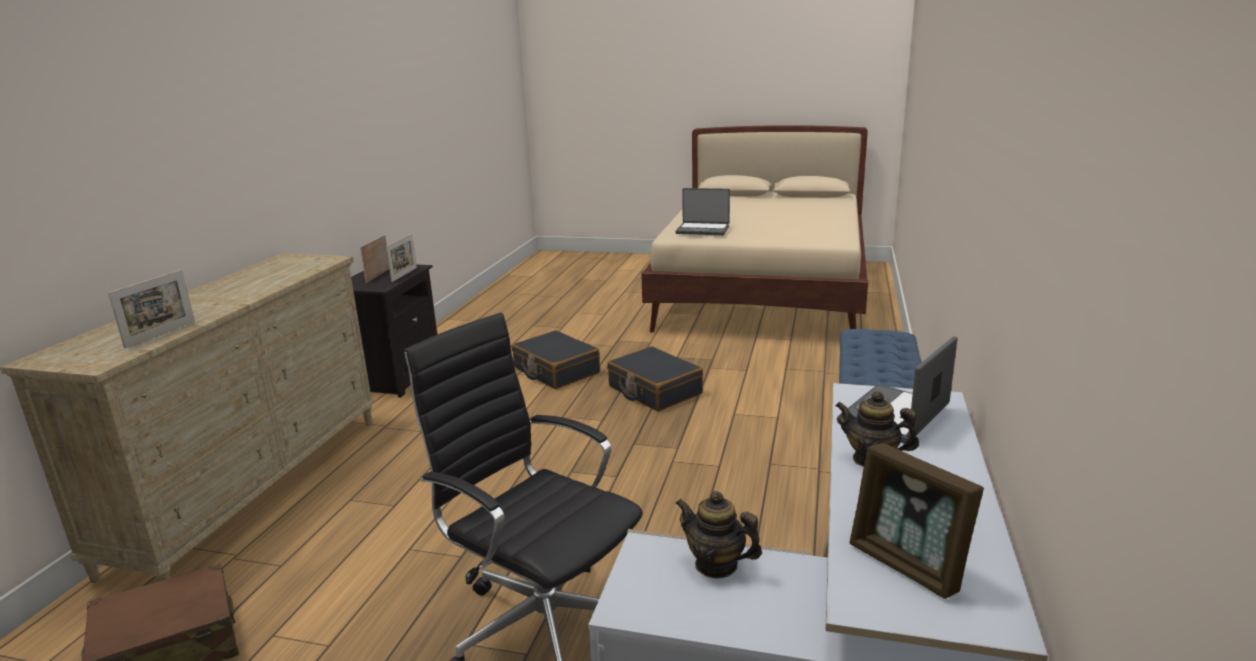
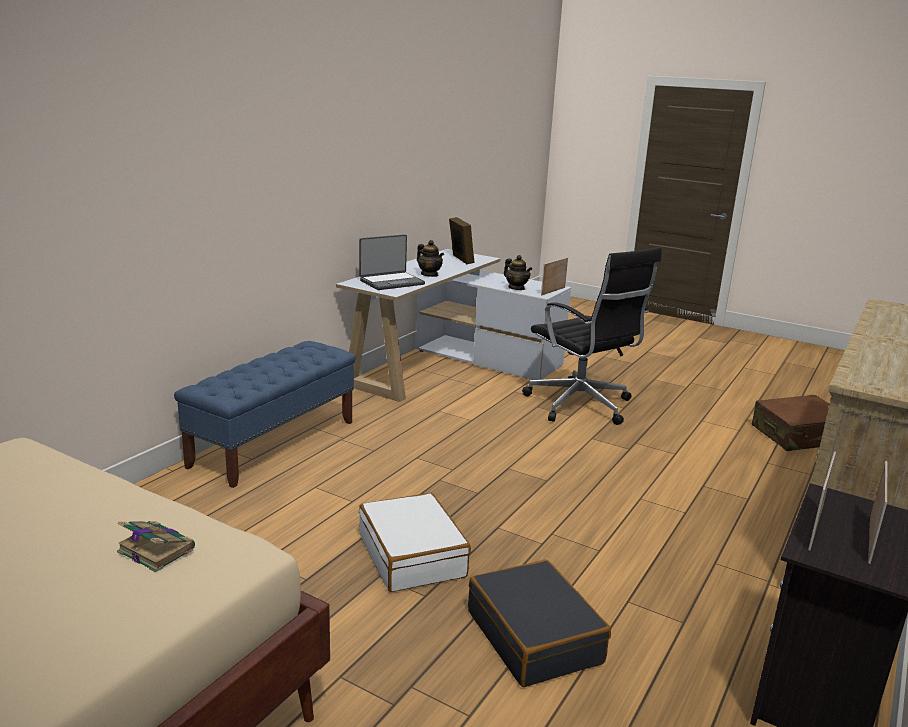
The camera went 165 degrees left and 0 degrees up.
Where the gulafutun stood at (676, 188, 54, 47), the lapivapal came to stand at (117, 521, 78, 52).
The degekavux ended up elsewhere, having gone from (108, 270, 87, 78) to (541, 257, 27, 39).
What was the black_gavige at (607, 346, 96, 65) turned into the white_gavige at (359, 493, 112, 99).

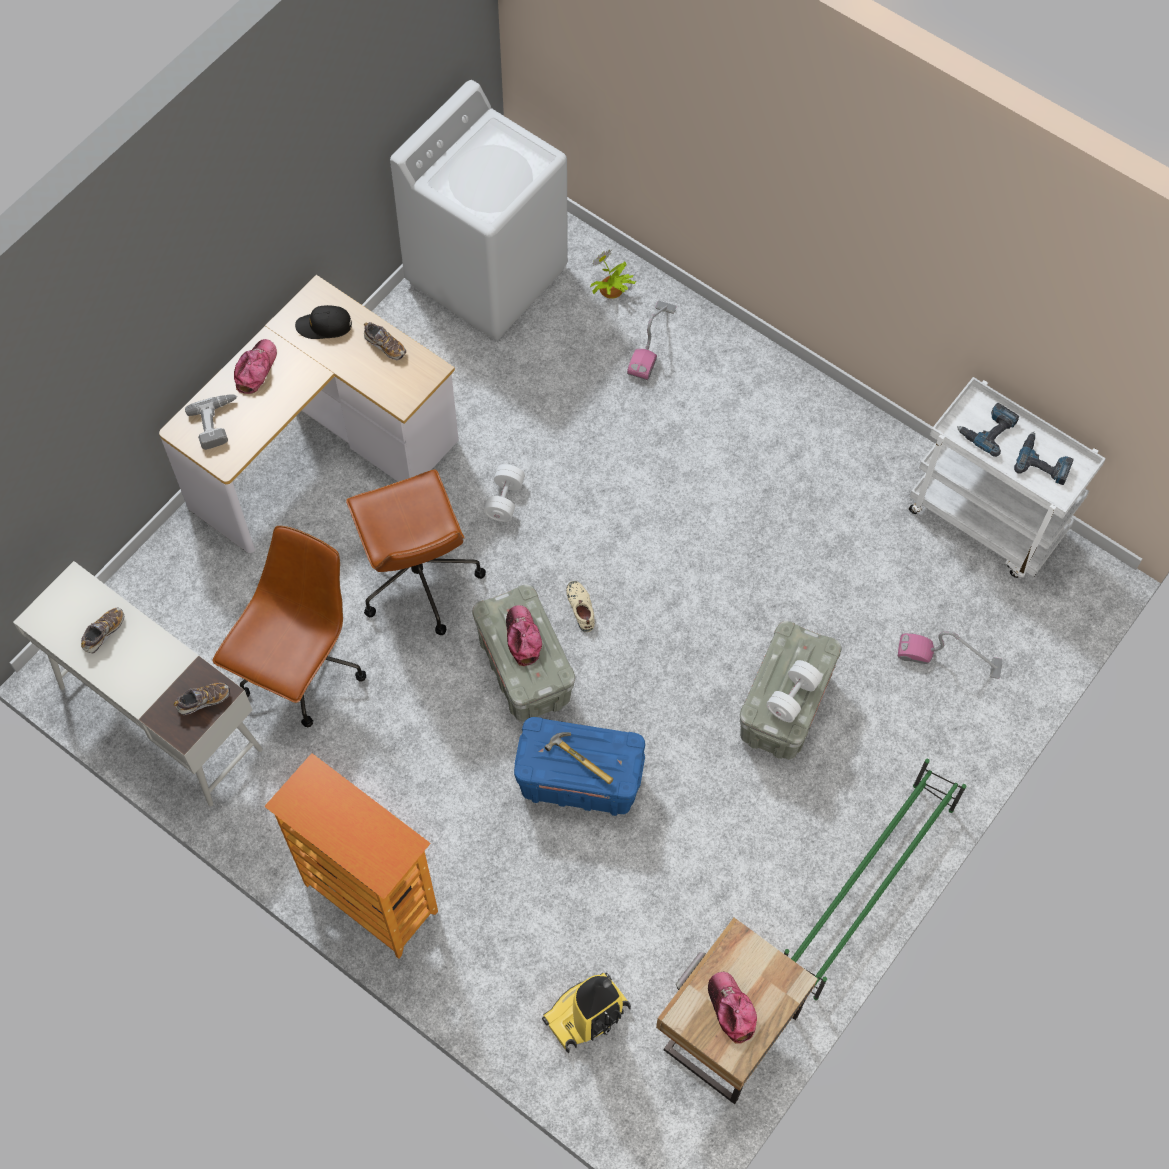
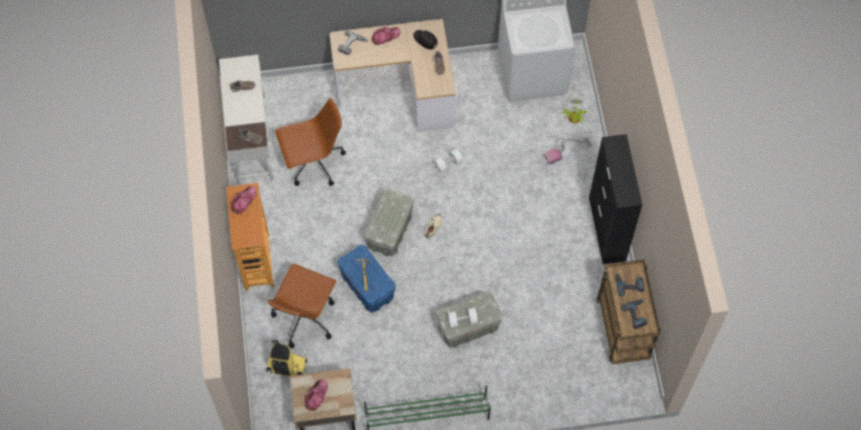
The camera went 45 degrees right and 0 degrees up.
What was the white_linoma at (909, 377, 197, 201) turned into the brown_linoma at (596, 260, 65, 104).
The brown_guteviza ended up elsewhere, having gone from (346, 469, 140, 166) to (268, 263, 69, 85).
The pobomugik ended up elsewhere, having gone from (506, 605, 36, 61) to (231, 186, 26, 28).
The second view lost the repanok at (898, 631, 105, 48).
The second view gained the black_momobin at (589, 134, 54, 130).

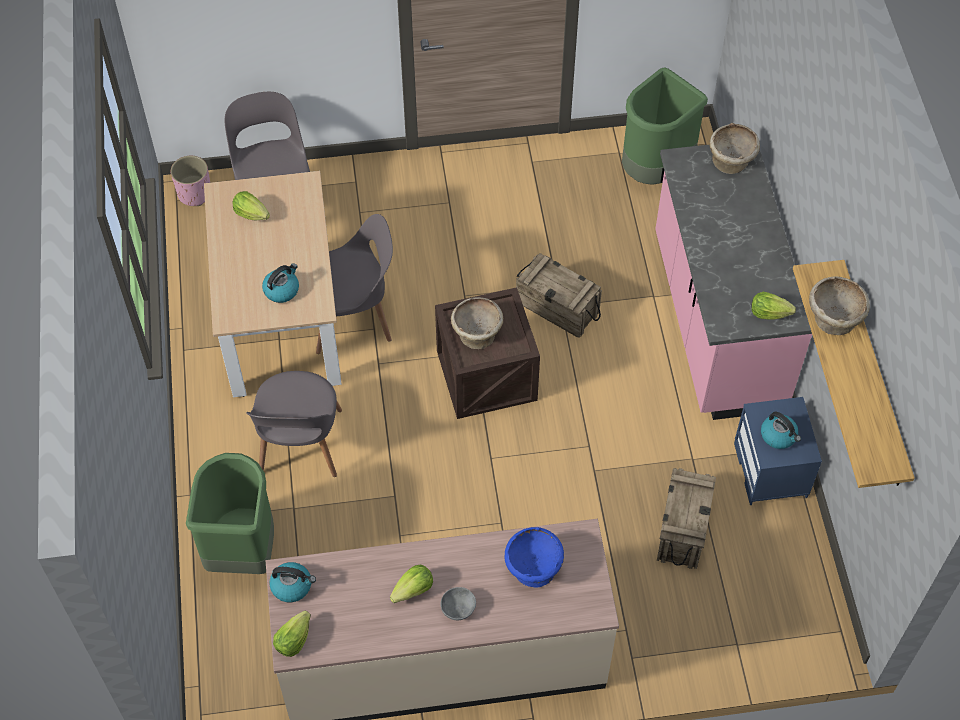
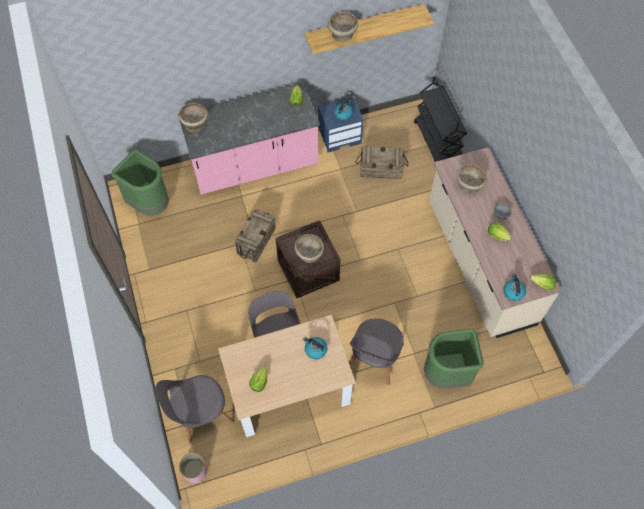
The camera went 100 degrees left and 5 degrees up.
The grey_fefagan at (246, 371, 96, 106) ended up facing another way, 120 degrees clockwise from before.
What was the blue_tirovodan at (505, 527, 59, 60) turned into the beige_tirovodan at (456, 164, 31, 30).
The second view gained the black_linoma at (414, 76, 53, 86).

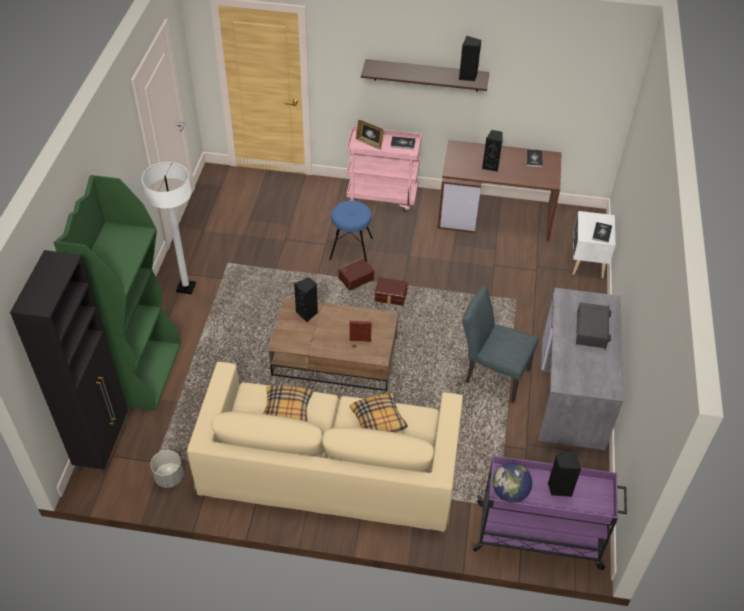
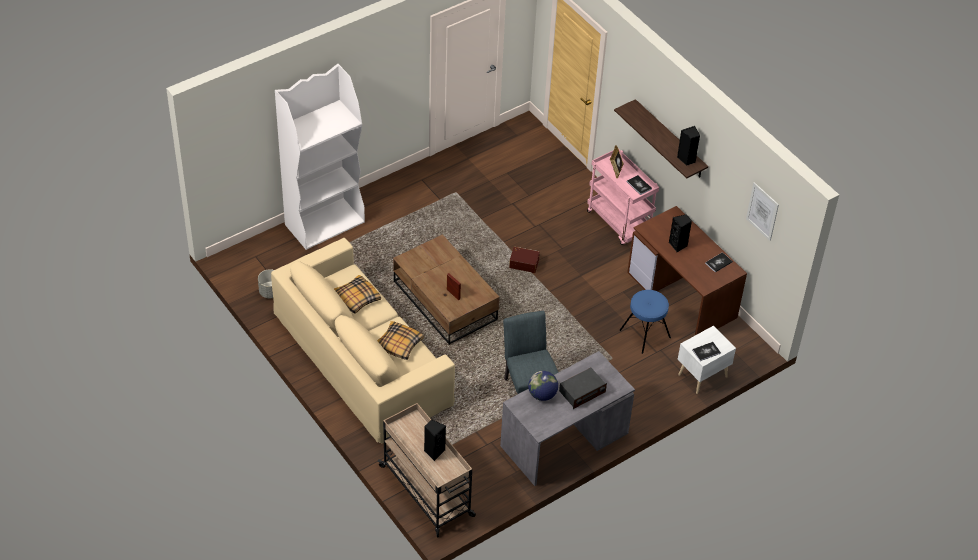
The camera went 45 degrees right and 0 degrees up.
The second view lost the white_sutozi at (142, 162, 54, 132).
What was the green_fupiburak at (54, 175, 127, 236) turned into the white_fupiburak at (275, 64, 90, 186).
The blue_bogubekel ended up elsewhere, having gone from (329, 201, 44, 61) to (619, 290, 52, 64).
The second view lost the black_momobin at (10, 250, 118, 226).
The second view lost the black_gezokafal at (294, 277, 24, 45).
The second view lost the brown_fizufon at (374, 277, 34, 29).
What was the purple_linoma at (472, 455, 155, 115) turned into the beige_linoma at (377, 403, 99, 134).
The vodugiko ended up elsewhere, having gone from (493, 463, 39, 40) to (528, 371, 30, 30).
The second view gained the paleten at (746, 182, 33, 59).

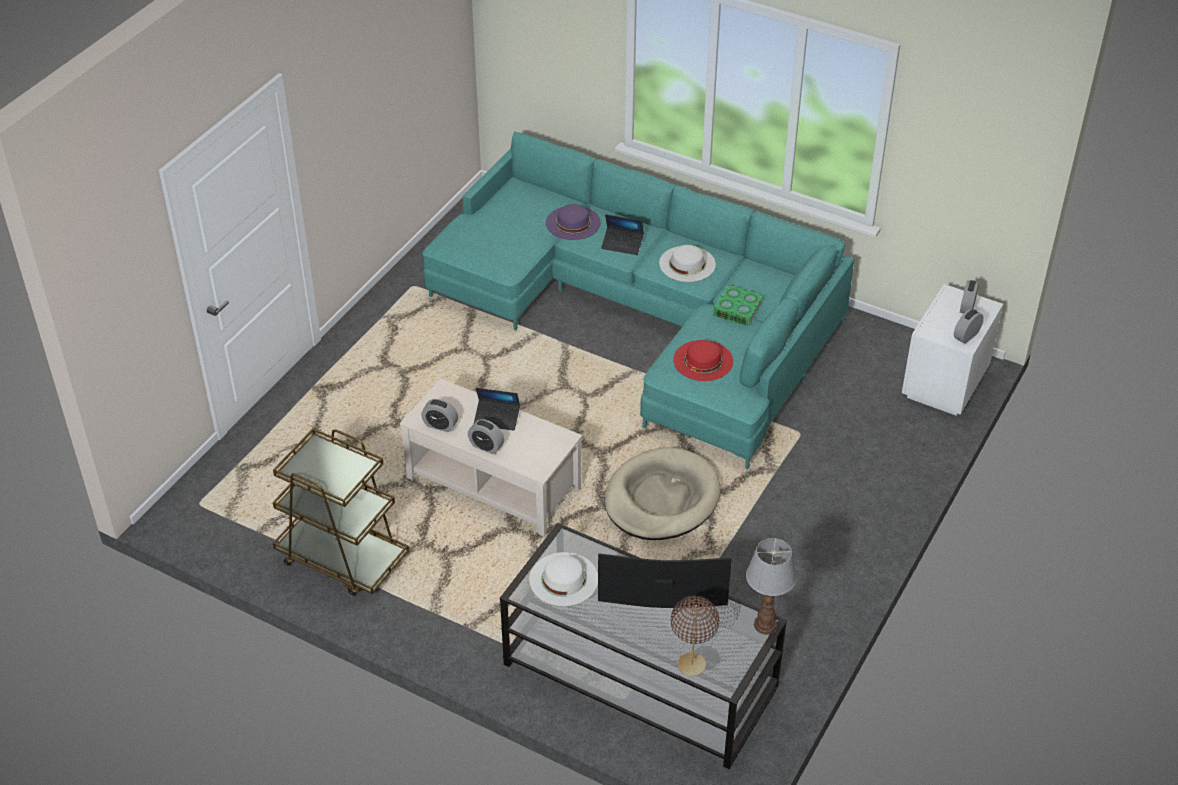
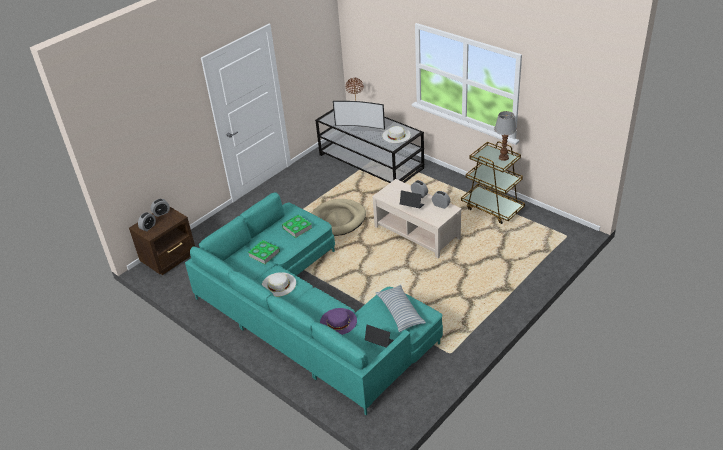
The camera went 165 degrees left and 5 degrees down.
The gulafutun ended up elsewhere, having gone from (601, 215, 43, 40) to (365, 325, 29, 22).
What was the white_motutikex at (902, 284, 101, 132) turned into the brown_motutikex at (129, 207, 66, 68).
Where the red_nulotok stood at (673, 340, 60, 41), the lapivapal came to stand at (282, 215, 30, 23).
The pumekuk ended up elsewhere, having gone from (746, 538, 51, 97) to (494, 111, 23, 50).
The second view gained the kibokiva at (376, 285, 50, 47).

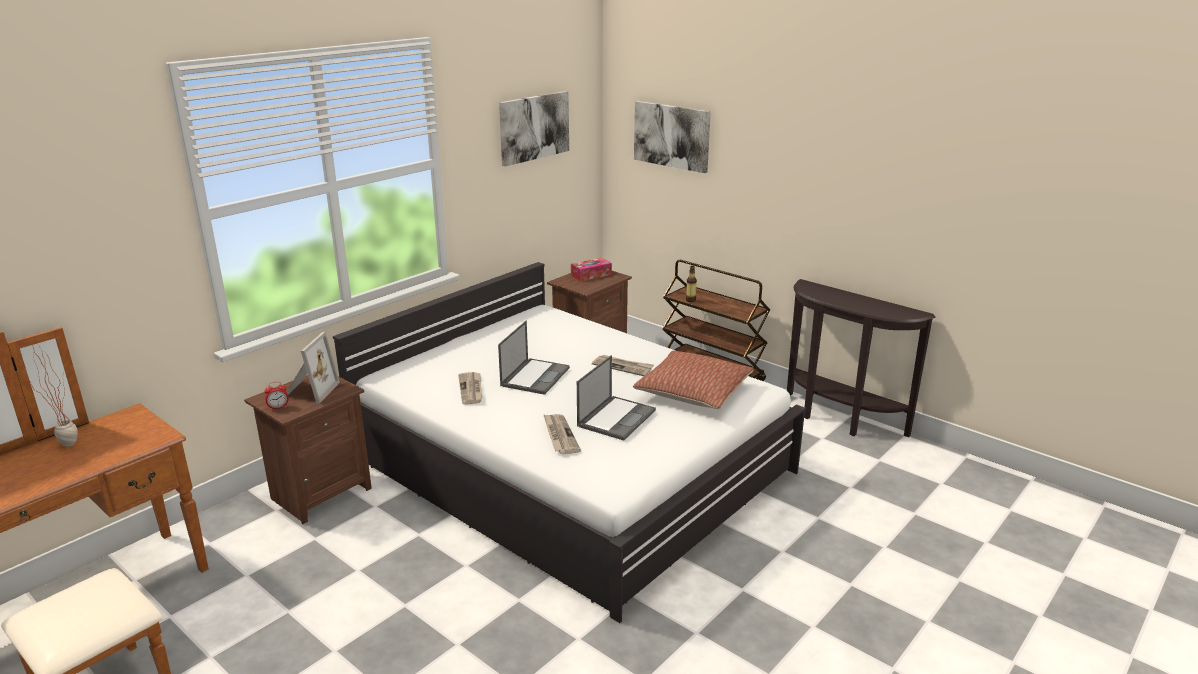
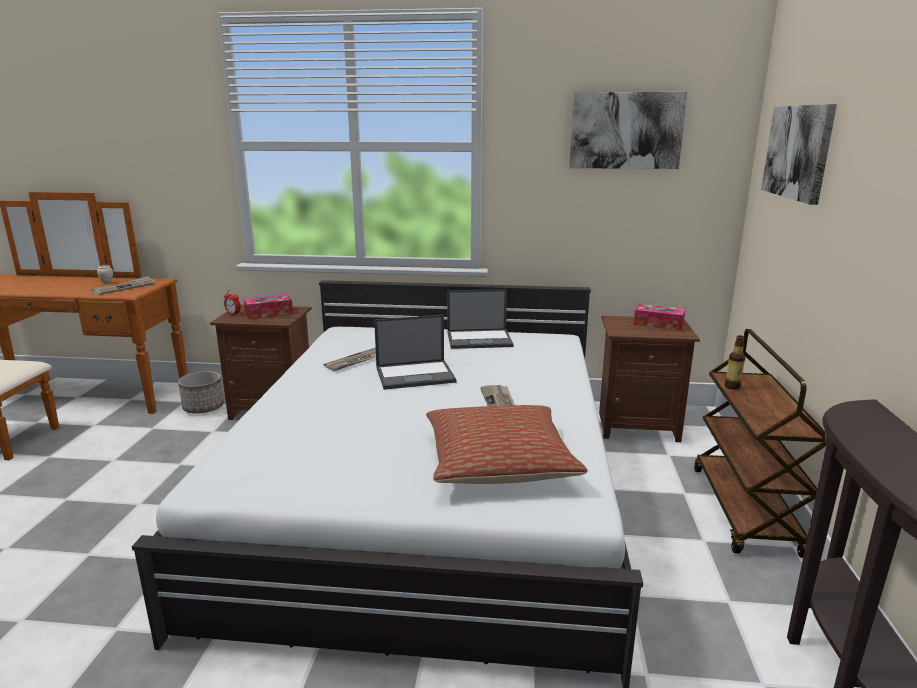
The camera went 55 degrees right and 5 degrees down.
Where the degekavux stood at (286, 332, 54, 72), the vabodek came to stand at (244, 294, 49, 25).
The gulafutun ended up elsewhere, having gone from (577, 355, 79, 86) to (447, 289, 67, 60).
The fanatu ended up elsewhere, having gone from (543, 414, 38, 40) to (91, 276, 64, 19).
The second view gained the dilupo at (178, 371, 46, 43).

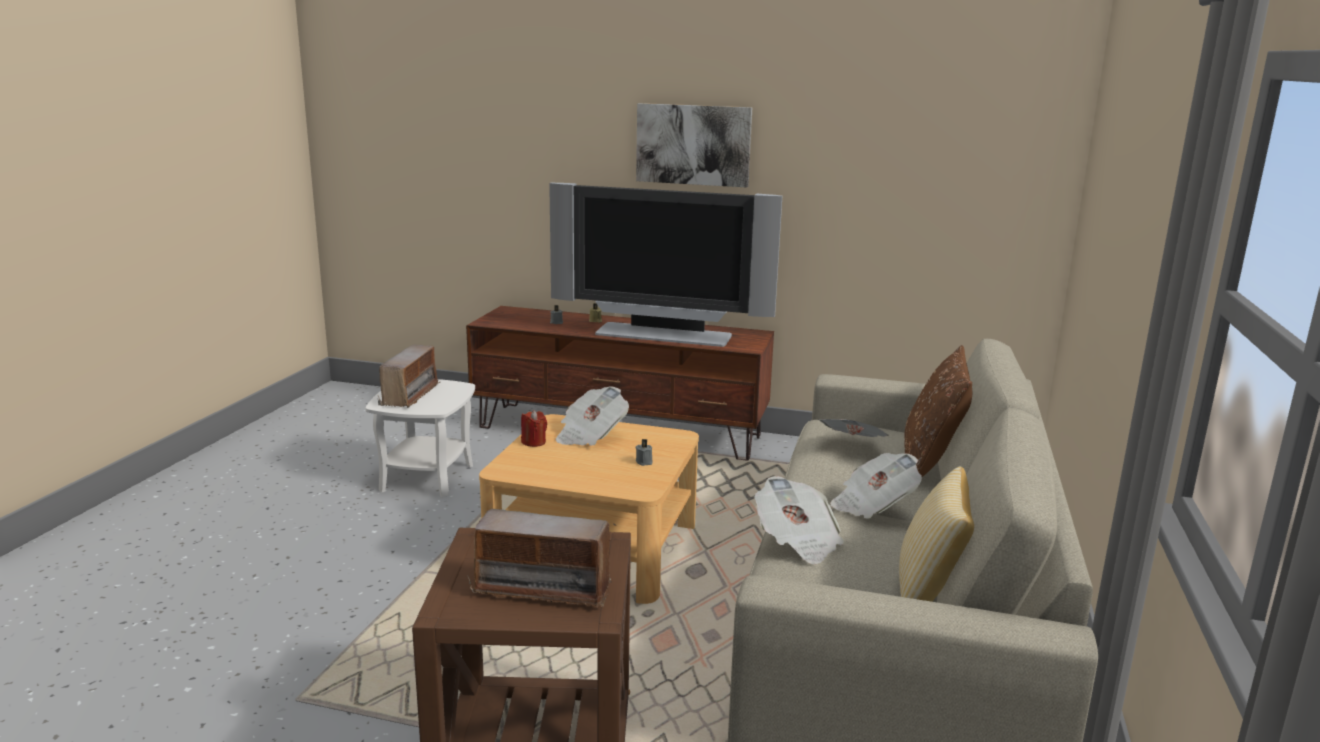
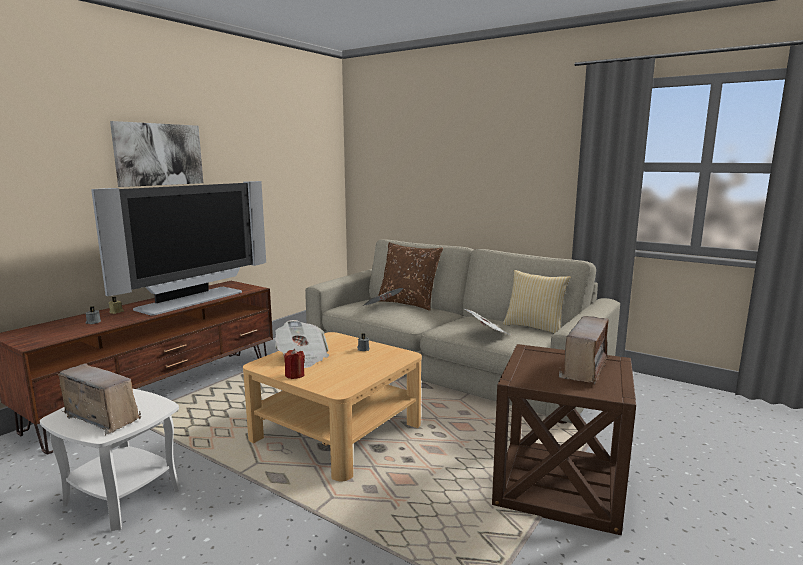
The camera went 70 degrees left and 5 degrees down.
The second view lost the fanatu at (830, 453, 92, 66).

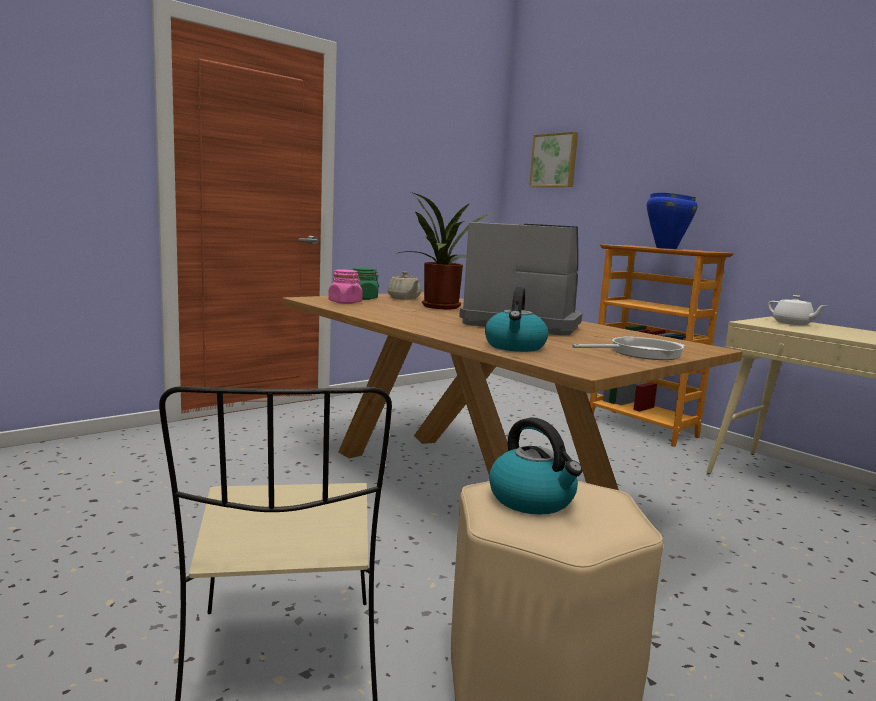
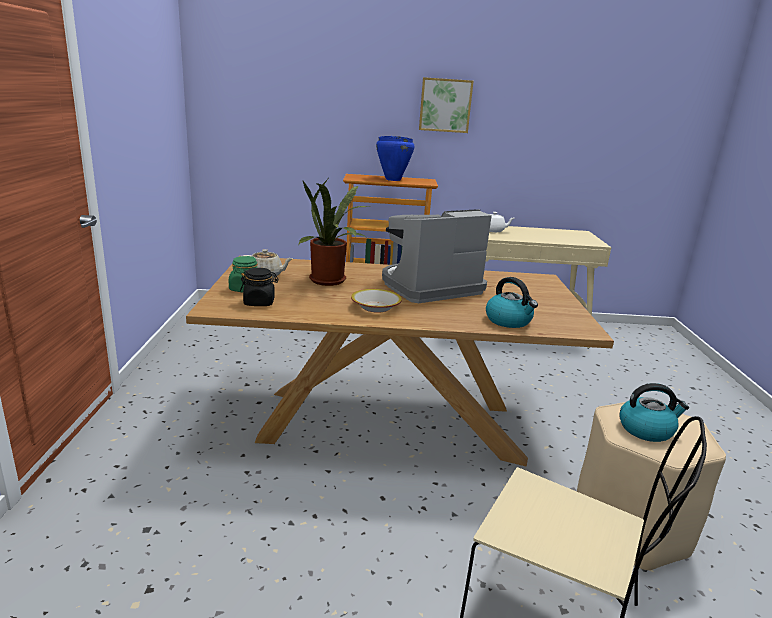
The camera went 50 degrees left and 10 degrees up.
The paleten ended up elsewhere, having gone from (529, 132, 49, 55) to (419, 77, 54, 56).
What was the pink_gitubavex at (328, 270, 34, 34) turned into the black_gitubavex at (240, 268, 39, 38).
The second view lost the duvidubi at (572, 336, 113, 24).
The second view gained the tirovodan at (351, 289, 51, 24).

